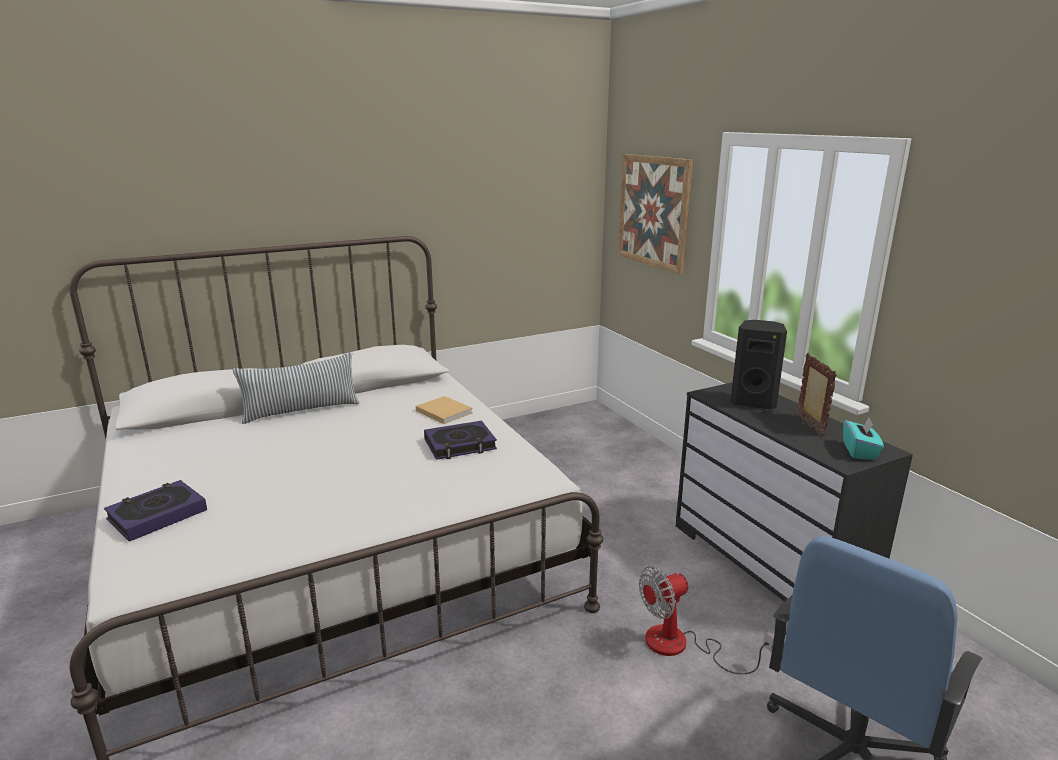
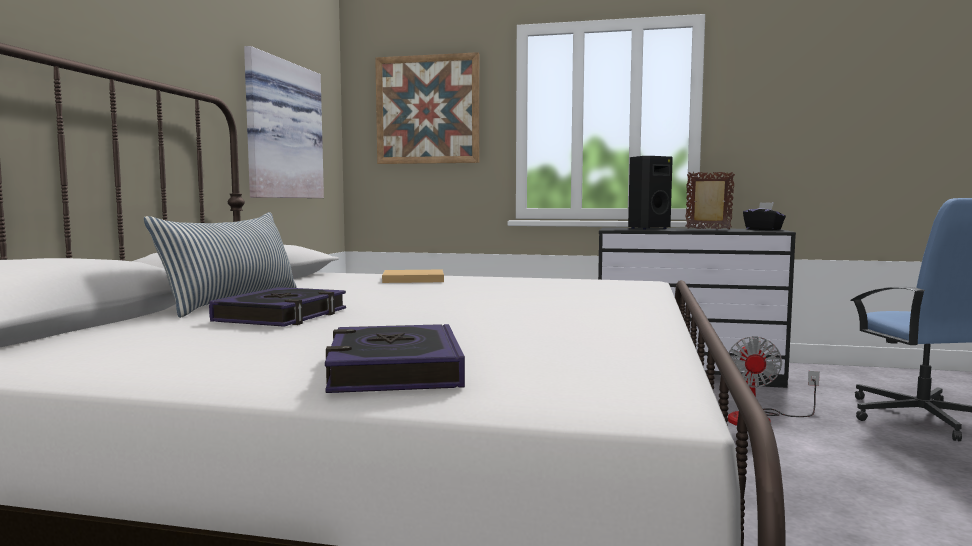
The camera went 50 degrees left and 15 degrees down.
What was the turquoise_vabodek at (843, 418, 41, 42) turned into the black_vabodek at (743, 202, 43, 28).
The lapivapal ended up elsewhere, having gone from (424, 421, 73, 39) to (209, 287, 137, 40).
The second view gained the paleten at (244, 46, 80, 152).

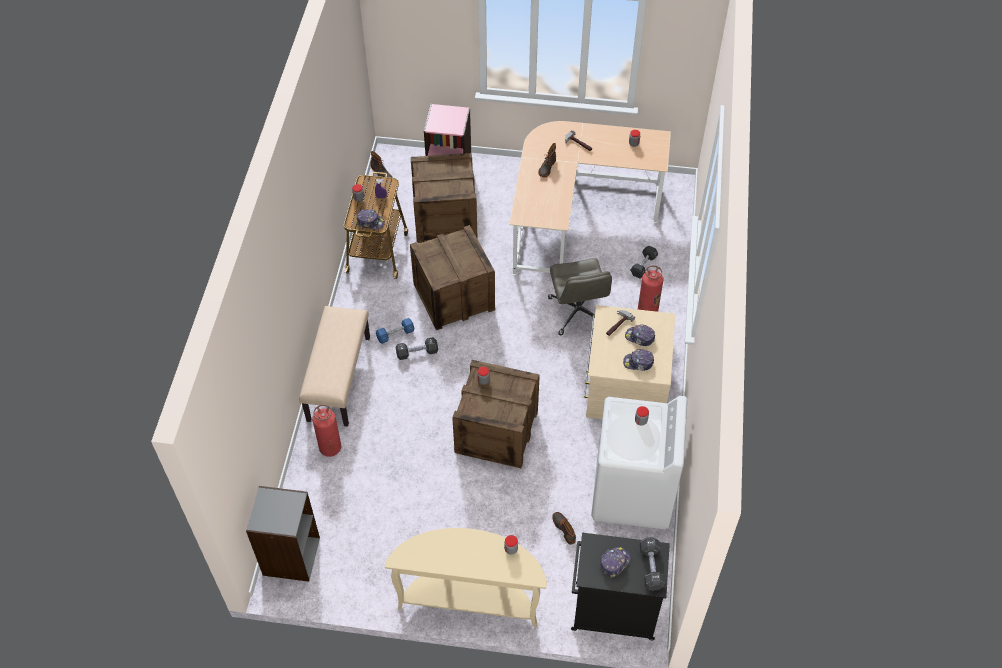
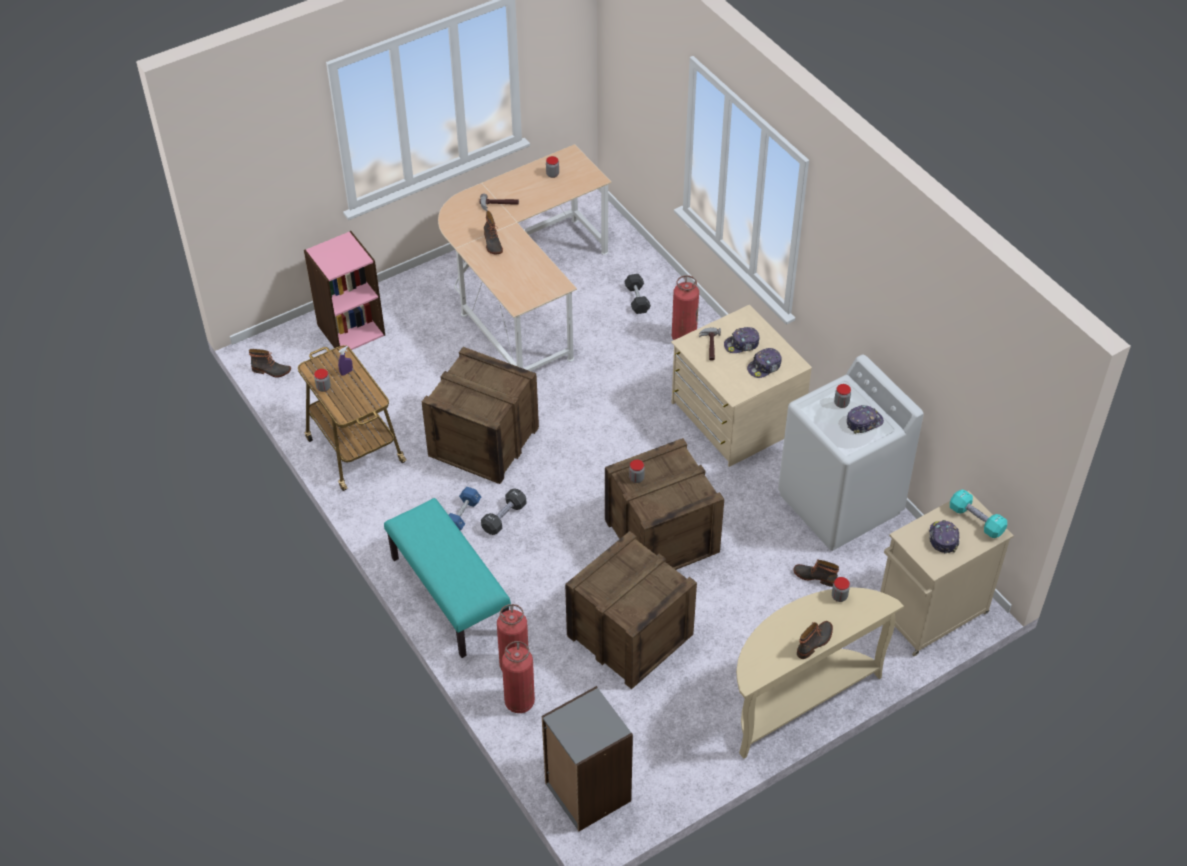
The camera went 40 degrees left and 5 degrees down.
The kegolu ended up elsewhere, having gone from (411, 153, 66, 90) to (565, 531, 132, 158).
The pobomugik ended up elsewhere, having gone from (357, 209, 28, 21) to (847, 405, 37, 29).
The second view lost the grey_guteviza at (548, 258, 64, 77).
What was the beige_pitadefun at (299, 306, 71, 121) turned into the turquoise_pitadefun at (384, 498, 127, 160).
What was the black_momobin at (571, 533, 99, 107) turned into the beige_momobin at (880, 491, 134, 165).
What was the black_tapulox at (640, 537, 25, 54) turned into the turquoise_tapulox at (950, 490, 57, 48).
The second view gained the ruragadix at (797, 621, 36, 38).
The second view gained the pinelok at (502, 641, 33, 72).

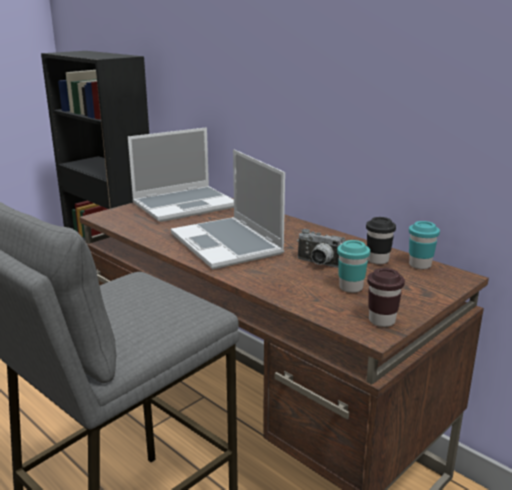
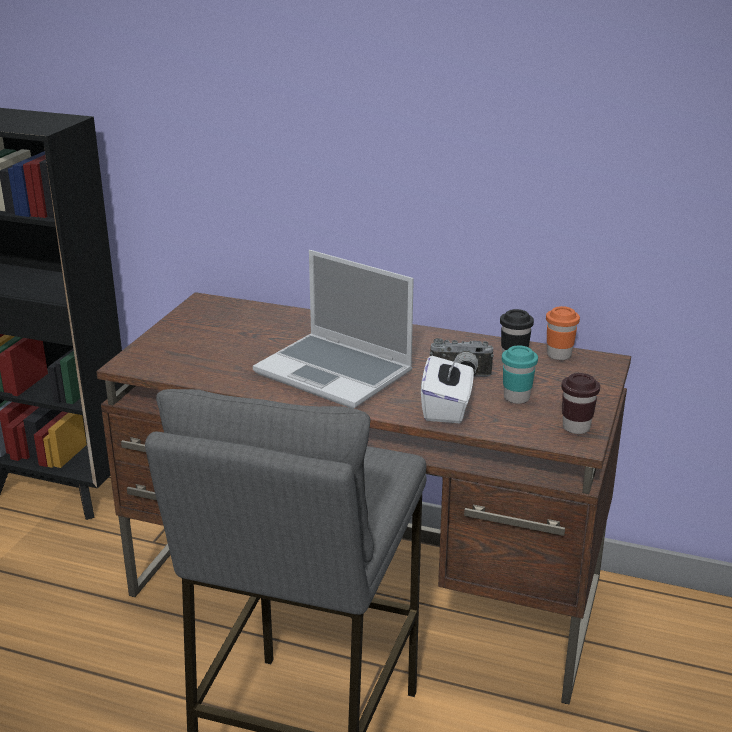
The camera went 25 degrees left and 5 degrees up.
The second view lost the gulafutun at (128, 127, 106, 95).
What was the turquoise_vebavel at (409, 221, 31, 48) turned into the orange_vebavel at (546, 306, 34, 54).
The second view gained the white_vabodek at (421, 352, 53, 71).

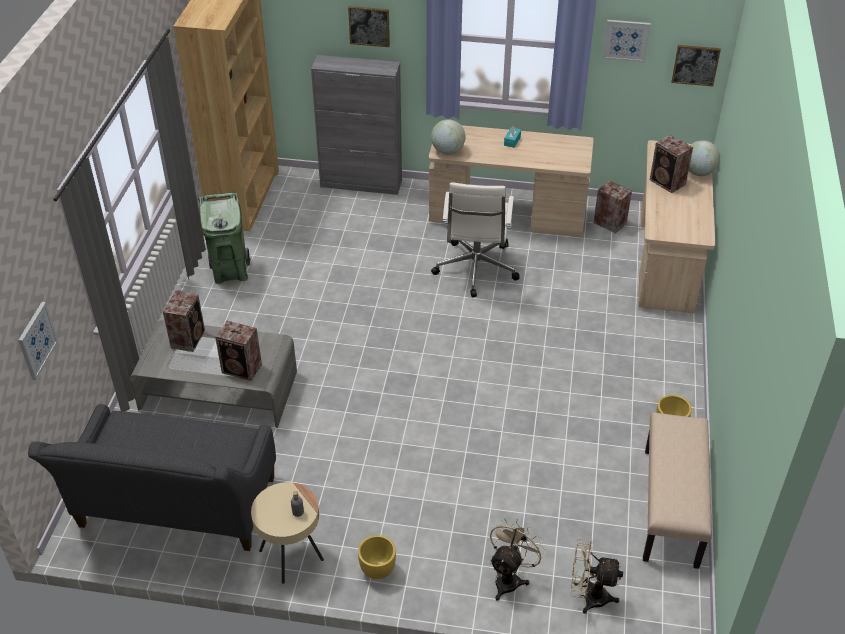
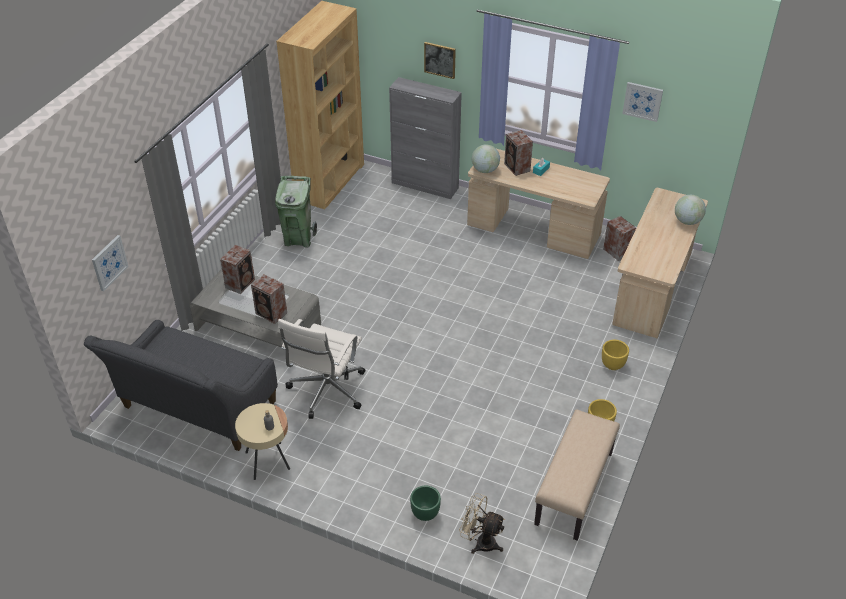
The camera went 15 degrees right and 0 degrees up.
The second view lost the paleten at (672, 45, 49, 41).
The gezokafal ended up elsewhere, having gone from (650, 135, 43, 58) to (504, 130, 29, 46).
The white_guteviza ended up elsewhere, having gone from (431, 182, 89, 115) to (278, 319, 88, 100).
Where the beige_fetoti stood at (490, 518, 56, 83), the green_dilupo came to stand at (410, 486, 31, 35).
The yellow_dilupo ended up elsewhere, having gone from (358, 535, 38, 44) to (602, 340, 27, 30).

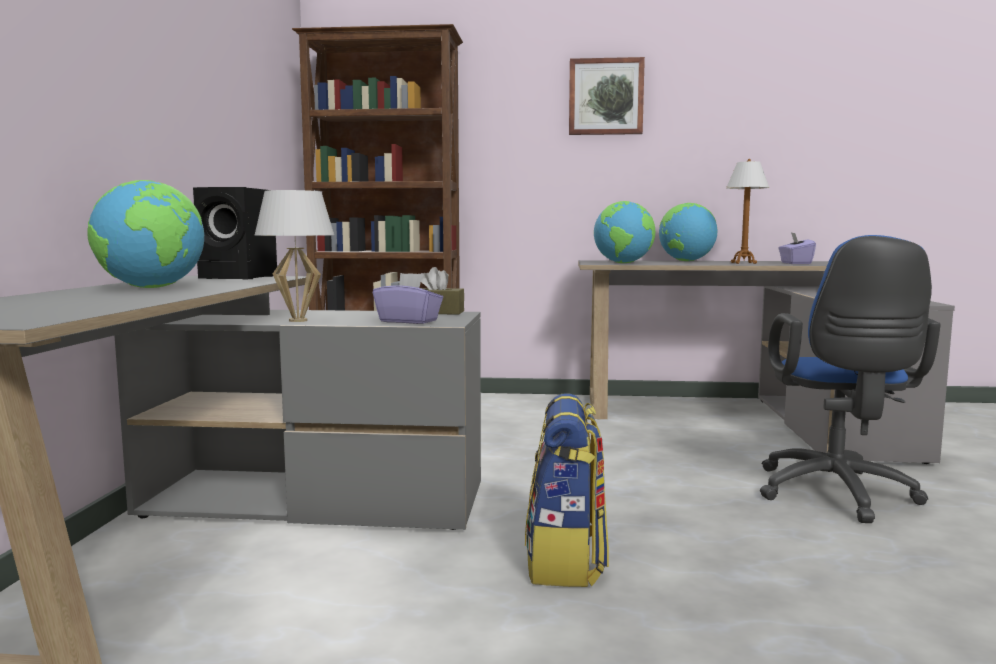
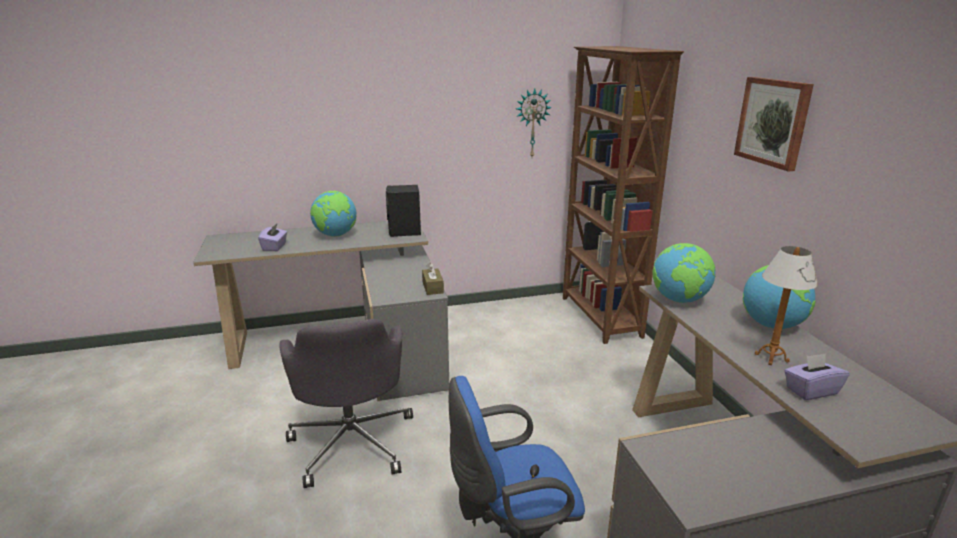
The camera went 70 degrees right and 15 degrees up.
The second view lost the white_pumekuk at (255, 190, 79, 132).
The purple_vabodek ended up elsewhere, having gone from (373, 273, 70, 51) to (258, 223, 29, 28).
Where the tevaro stood at (525, 393, 84, 194), the grey_guteviza came to stand at (279, 319, 134, 169).
The second view gained the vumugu at (516, 88, 36, 69).

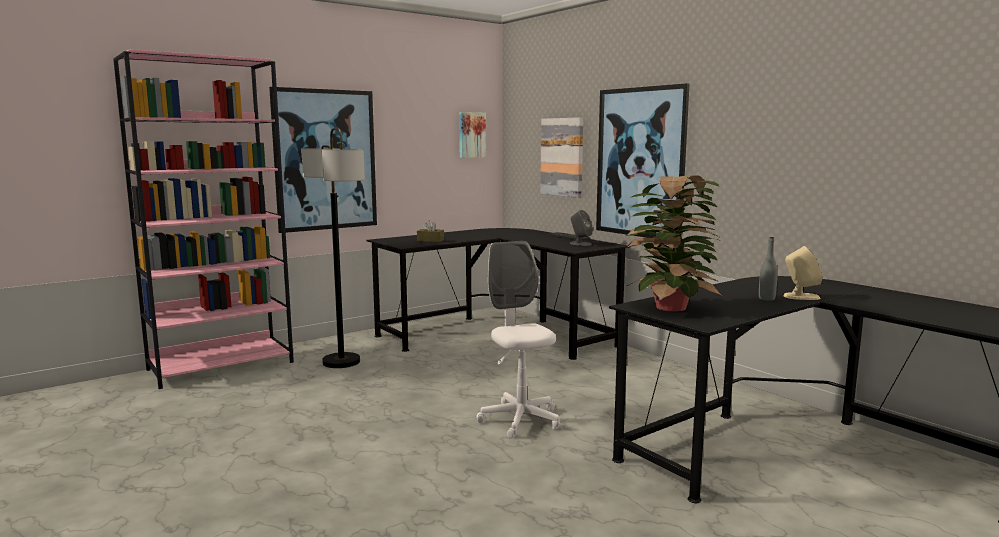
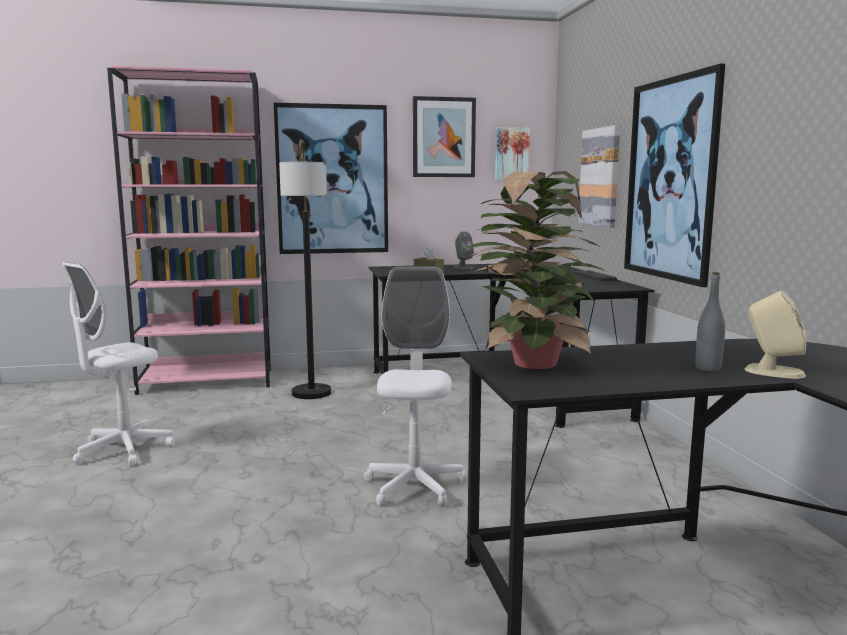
The camera went 25 degrees right and 0 degrees up.
The grey_gezokafal ended up elsewhere, having gone from (570, 210, 23, 36) to (454, 231, 20, 38).
The second view gained the paleten at (413, 96, 63, 81).
The second view gained the white_guteviza at (62, 262, 113, 204).

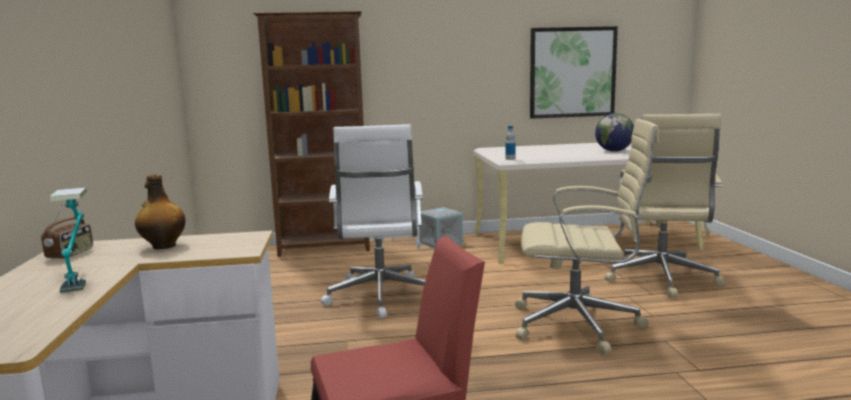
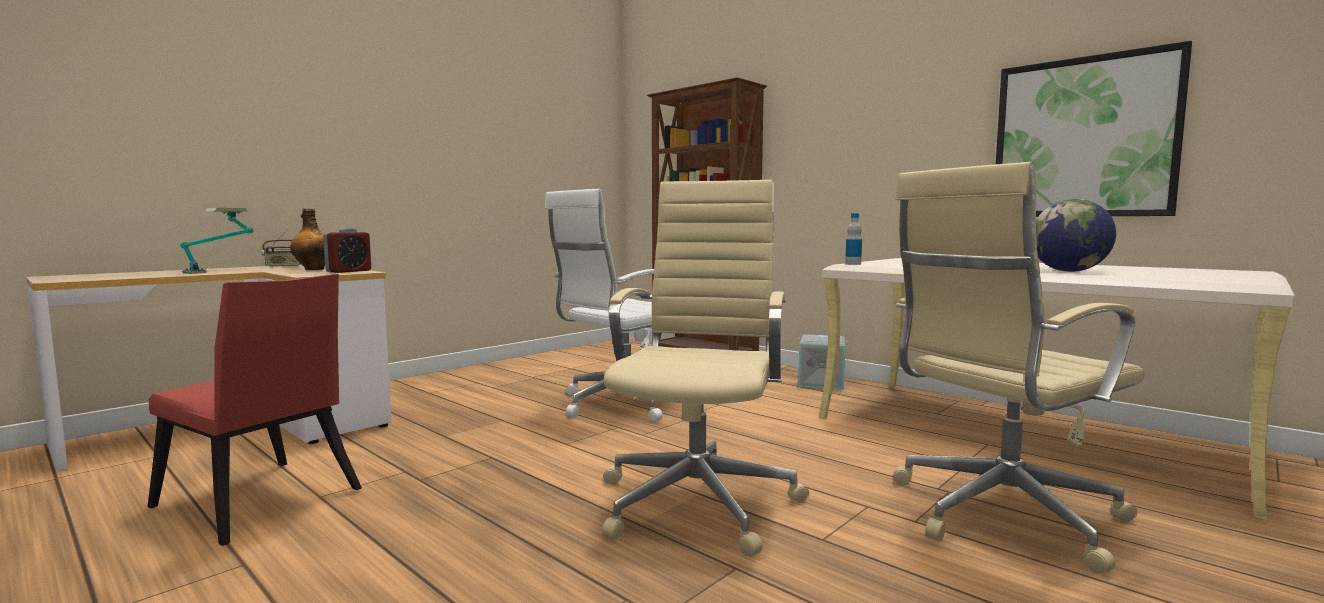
The camera went 50 degrees right and 5 degrees down.
The beige_guteviza at (515, 119, 144, 236) ended up facing another way, 135 degrees counterclockwise from before.
The second view gained the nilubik at (323, 228, 48, 45).

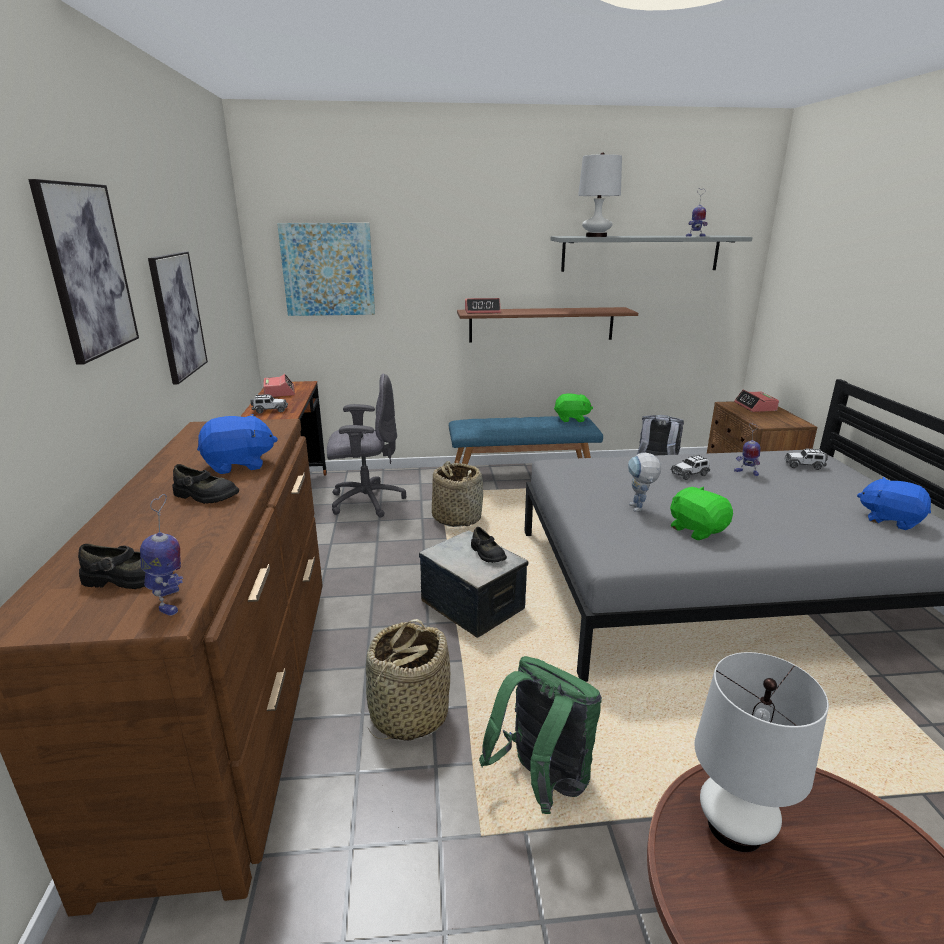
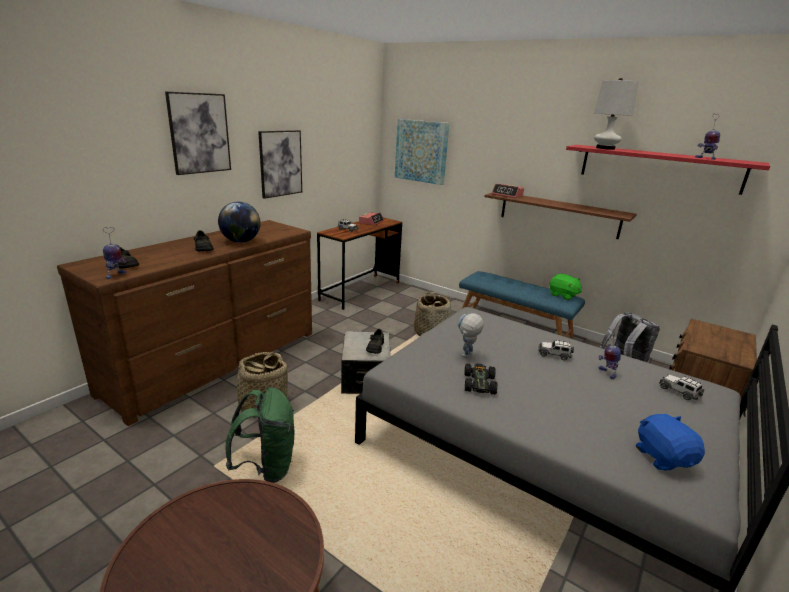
The camera went 40 degrees right and 0 degrees up.
What was the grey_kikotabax at (551, 235, 202, 37) turned into the red_kikotabax at (566, 145, 204, 50).
The second view lost the grey_guteviza at (327, 374, 79, 143).
The second view lost the nilubik at (734, 390, 45, 22).
Where the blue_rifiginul stood at (197, 414, 81, 60), the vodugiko came to stand at (218, 202, 43, 41).
Where the green_rifiginul stood at (670, 486, 63, 54), the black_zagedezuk came to stand at (464, 363, 34, 32).
The second view lost the white_pumekuk at (695, 652, 134, 200).

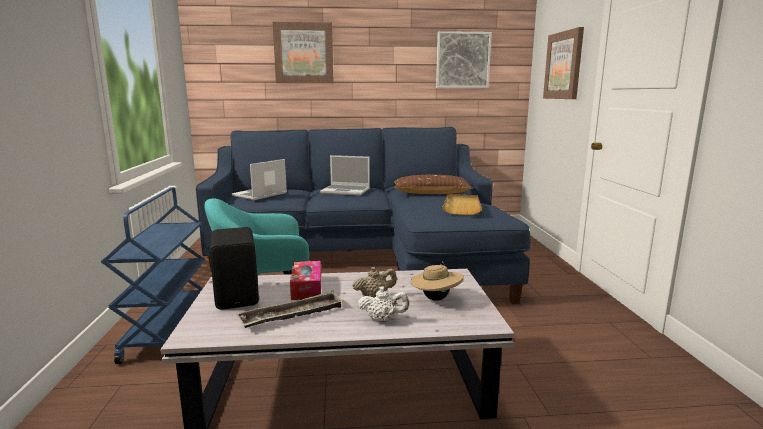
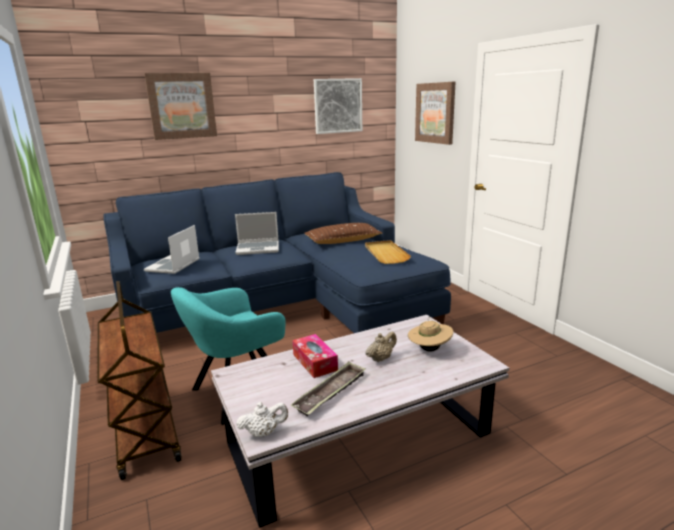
The camera went 20 degrees left and 5 degrees up.
What was the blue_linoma at (101, 187, 104, 177) turned into the brown_linoma at (97, 281, 85, 199).
The second view lost the black_gezokafal at (210, 227, 49, 83).
The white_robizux ended up elsewhere, having gone from (358, 286, 51, 36) to (236, 402, 52, 35).

